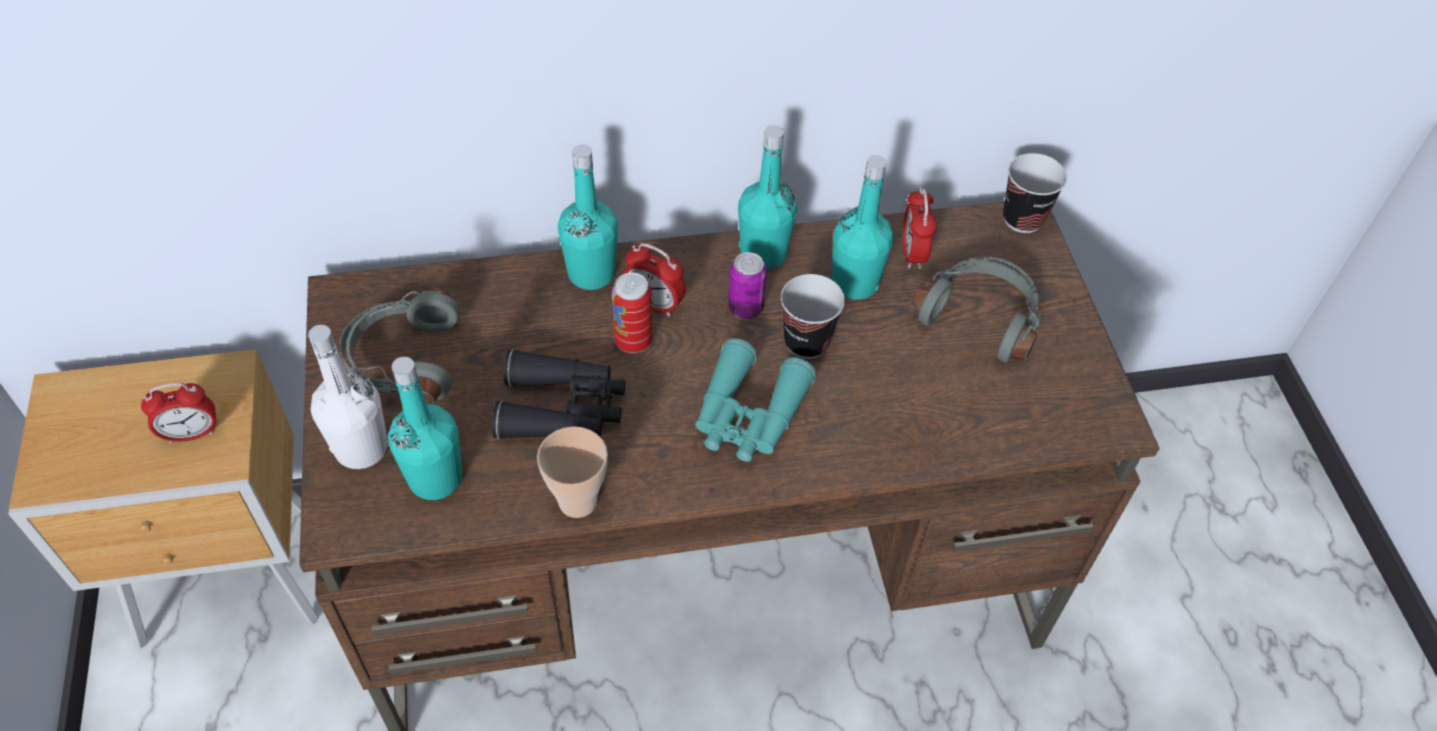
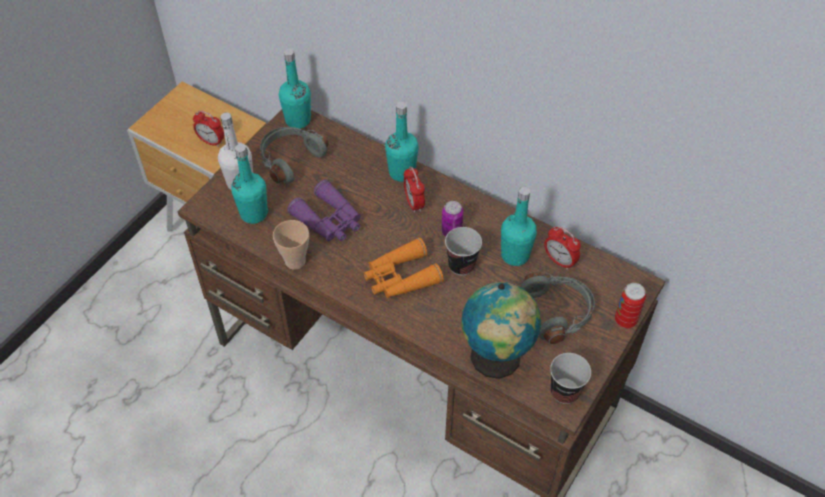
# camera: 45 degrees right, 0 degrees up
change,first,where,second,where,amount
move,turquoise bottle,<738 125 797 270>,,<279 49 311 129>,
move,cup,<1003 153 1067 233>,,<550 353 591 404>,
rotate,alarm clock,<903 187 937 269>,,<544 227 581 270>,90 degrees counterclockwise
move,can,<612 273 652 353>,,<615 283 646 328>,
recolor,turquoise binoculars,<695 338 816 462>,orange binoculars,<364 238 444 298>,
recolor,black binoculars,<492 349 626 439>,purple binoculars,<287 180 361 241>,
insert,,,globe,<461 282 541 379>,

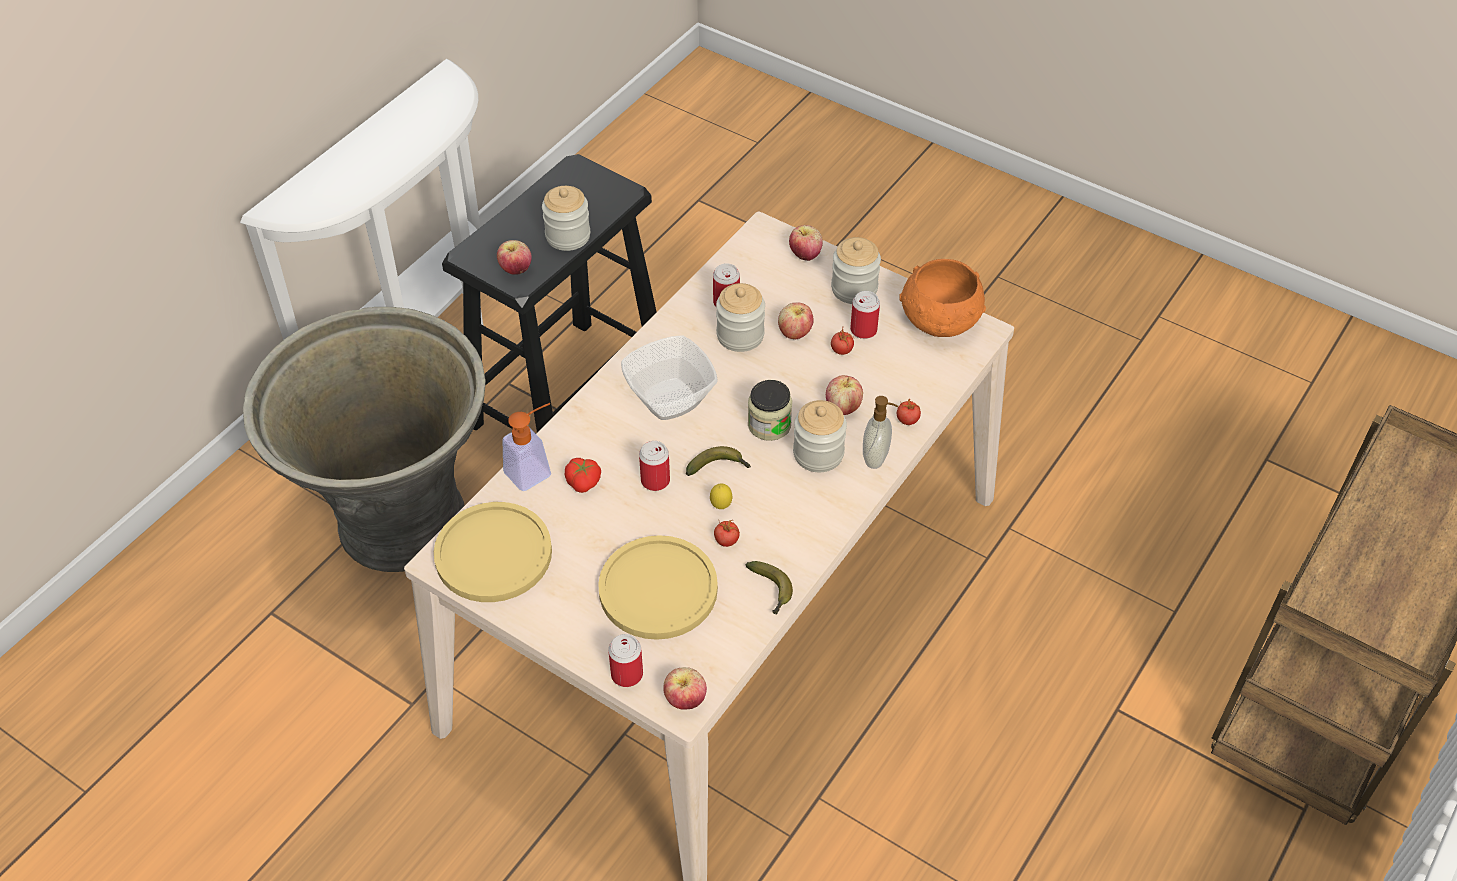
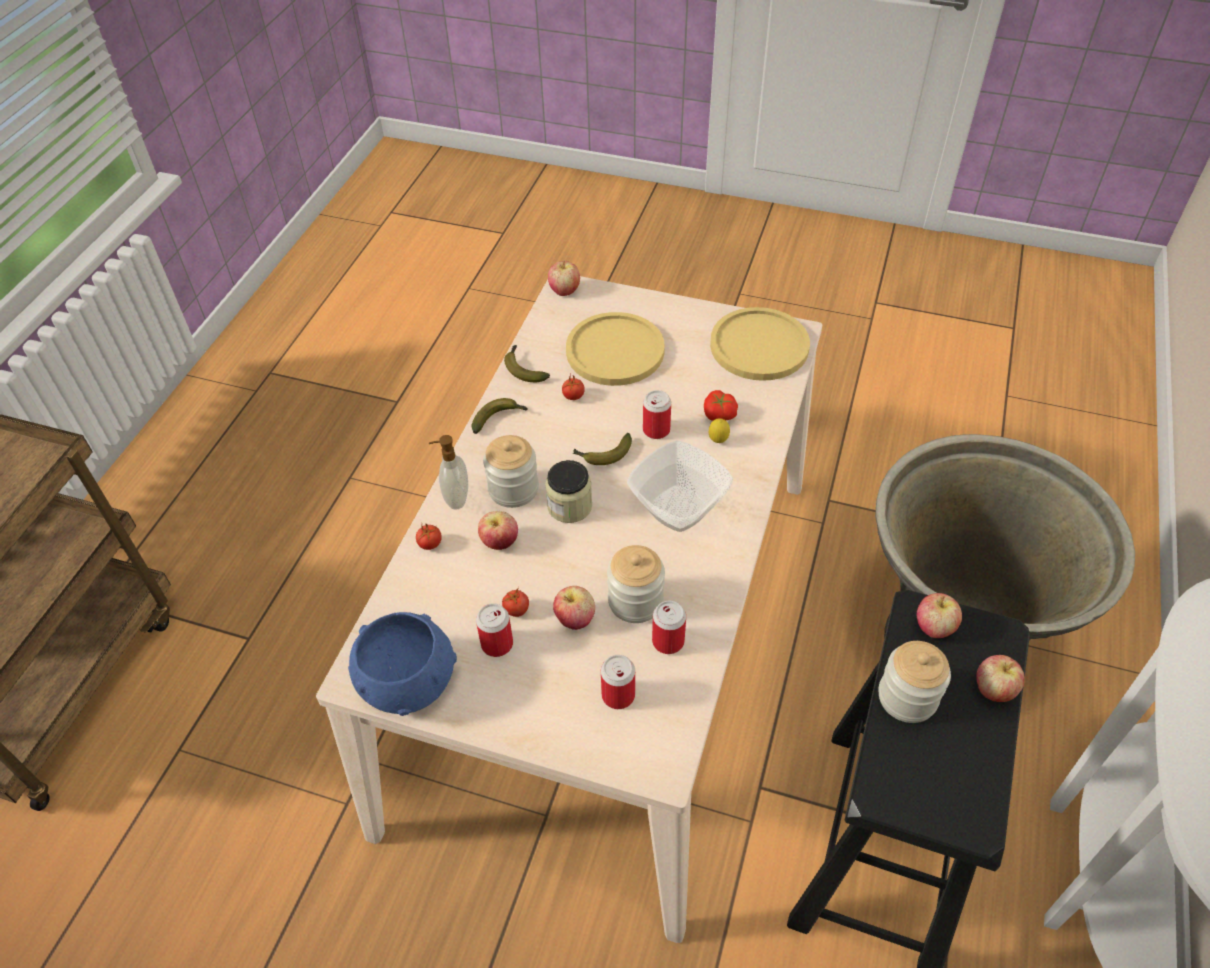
# camera: 165 degrees right, 0 degrees up
change,first,where,second,where,amount
move,apple,<789 225 823 261>,,<976 655 1025 702>,
delete,jar,<831 237 881 304>,,,
recolor,orange bowl,<899 259 986 337>,blue bowl,<348 612 457 716>,
delete,soap dispenser,<503 403 551 491>,,,
move,lemon,<710 484 732 509>,,<709 418 730 443>,
move,can,<608 634 643 687>,,<601 655 635 709>,
insert,,,banana,<472 398 528 434>,

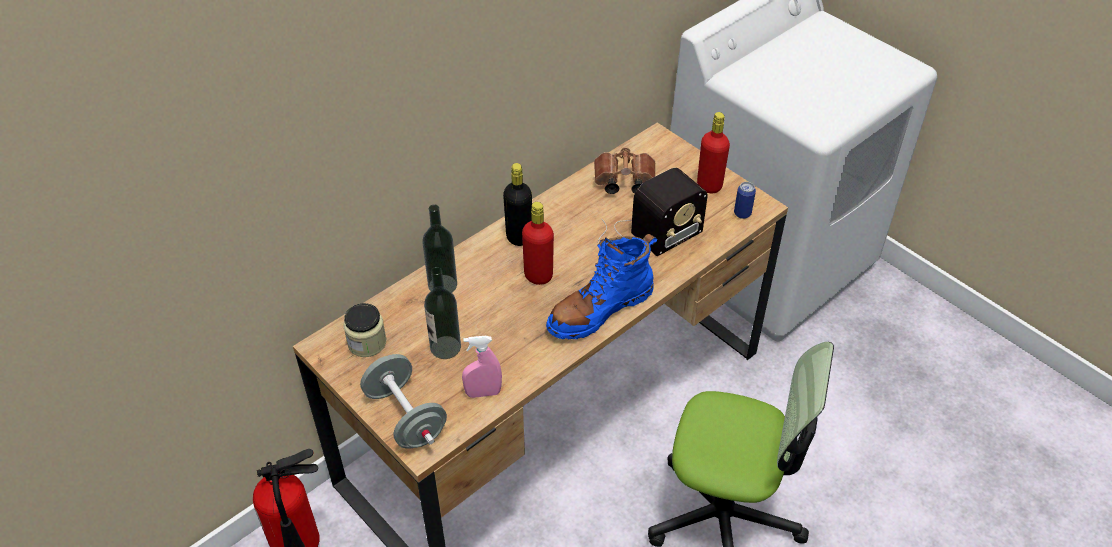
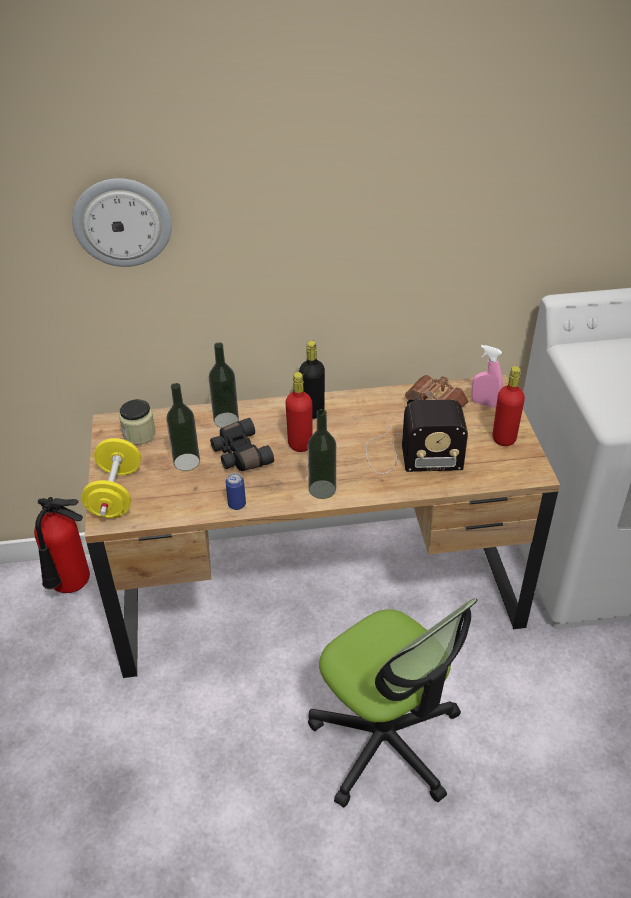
# camera: 35 degrees right, 5 degrees down
change,first,where,second,where,amount
move,can,<734 182 756 219>,,<226 473 246 510>,
replace,blue boot,<546 234 658 340>,bottle,<308 409 336 499>,
move,pink spray bottle,<462 336 502 398>,,<471 345 503 408>,
recolor,grey dumbbell,<360 354 447 449>,yellow dumbbell,<81 438 141 518>,
insert,,,wall clock,<72 178 172 267>,
insert,,,black binoculars,<210 418 274 471>,

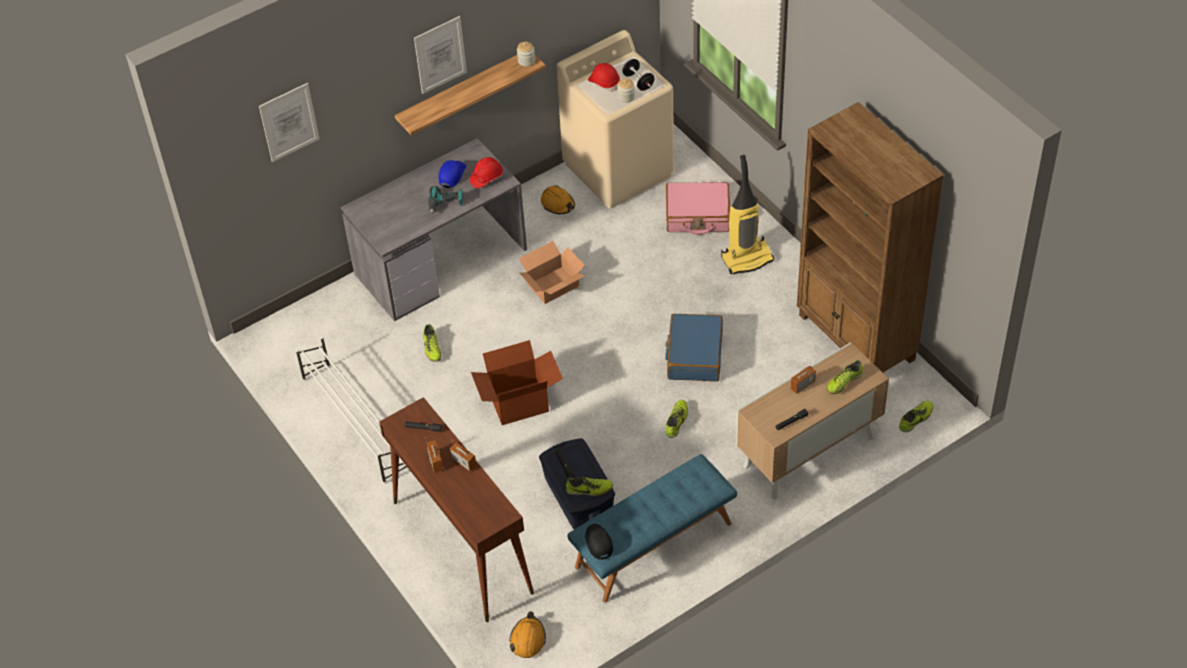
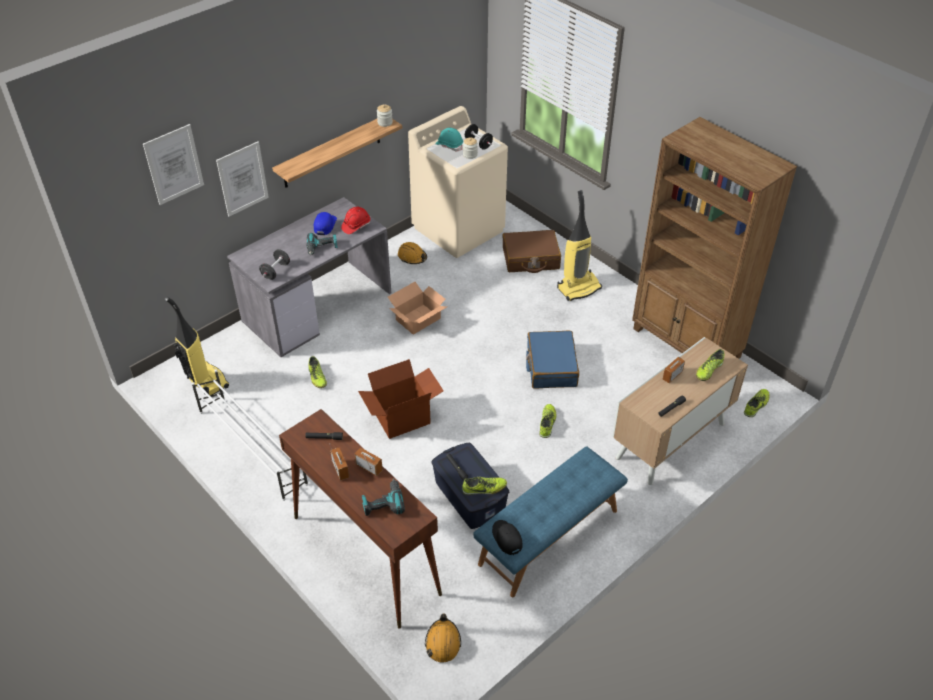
# camera: 10 degrees left, 5 degrees down
change,first,where,second,where,amount
move,picture,<414 16 467 94>,,<216 142 269 216>,
recolor,red hard hat,<588 63 620 91>,turquoise hard hat,<435 128 463 151>,
recolor,pink suitcase,<666 182 730 235>,brown suitcase,<502 230 561 273>,
insert,,,black dumbbell,<259 249 290 280>,
insert,,,vacuum cleaner,<165 296 229 397>,
insert,,,power drill,<362 478 405 516>,

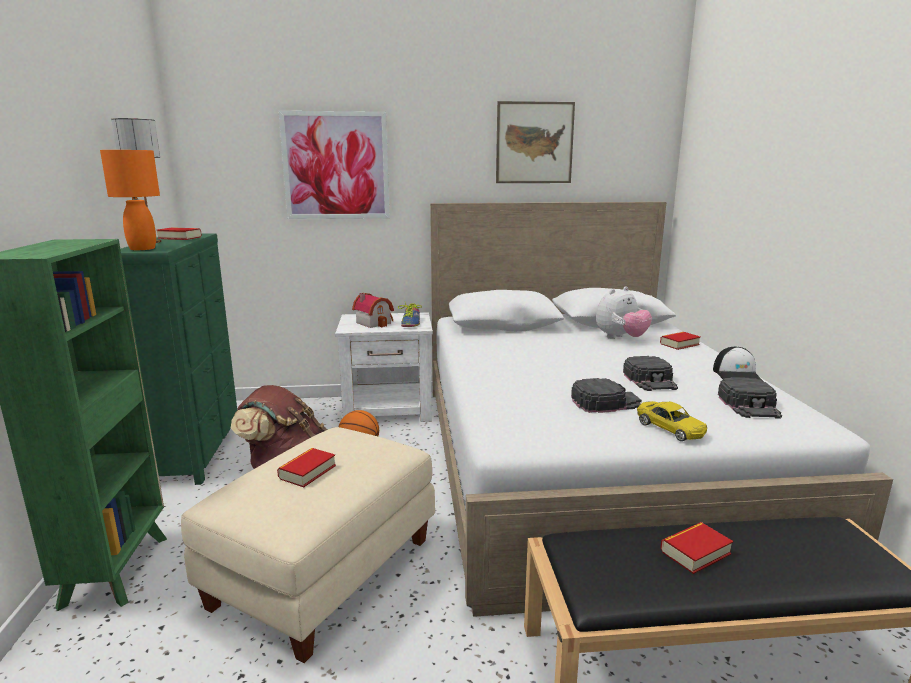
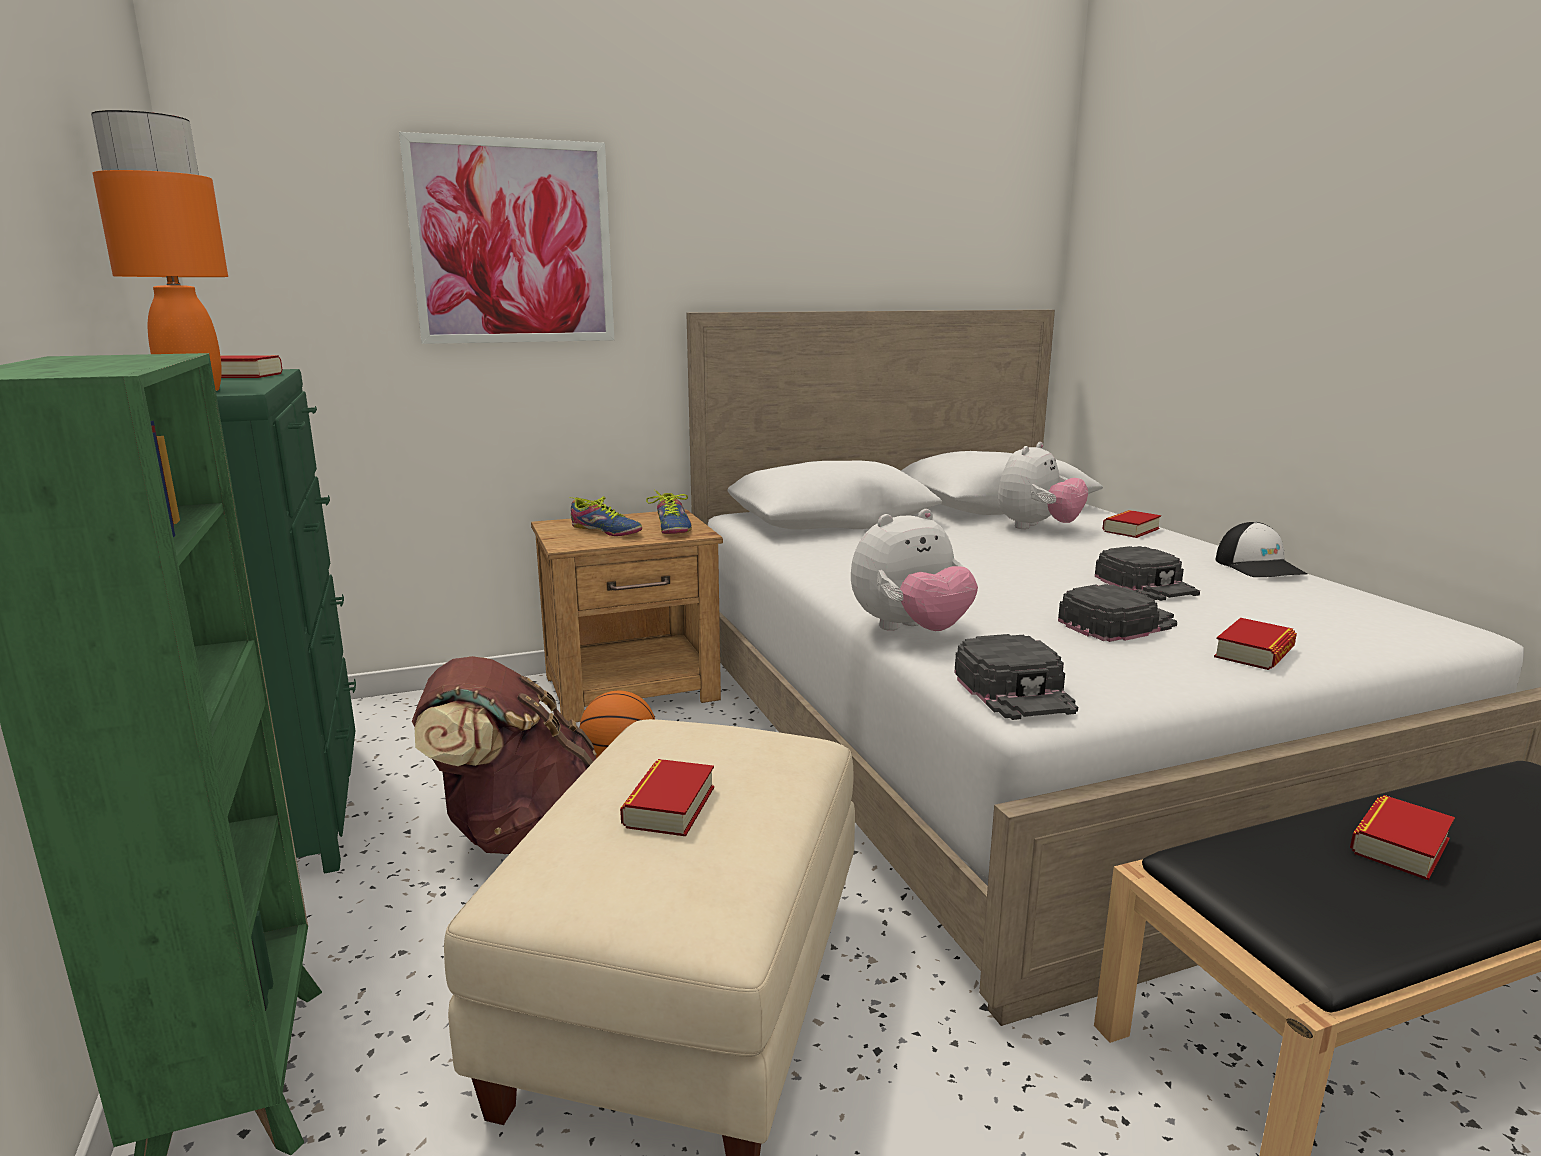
# camera: 15 degrees left, 0 degrees up
change,first,where,second,where,amount
delete,picture,<496 101 575 183>,,,
replace,toy house,<352 293 394 328>,shoe,<569 496 642 536>,
recolor,white nightstand,<335 312 433 422>,brown nightstand,<531 509 723 722>,
move,black cap,<718 377 782 419>,,<954 634 1078 720>,
replace,yellow toy car,<637 401 707 441>,book,<1214 618 1297 670>,
insert,,,plush toy,<851 509 978 631>,

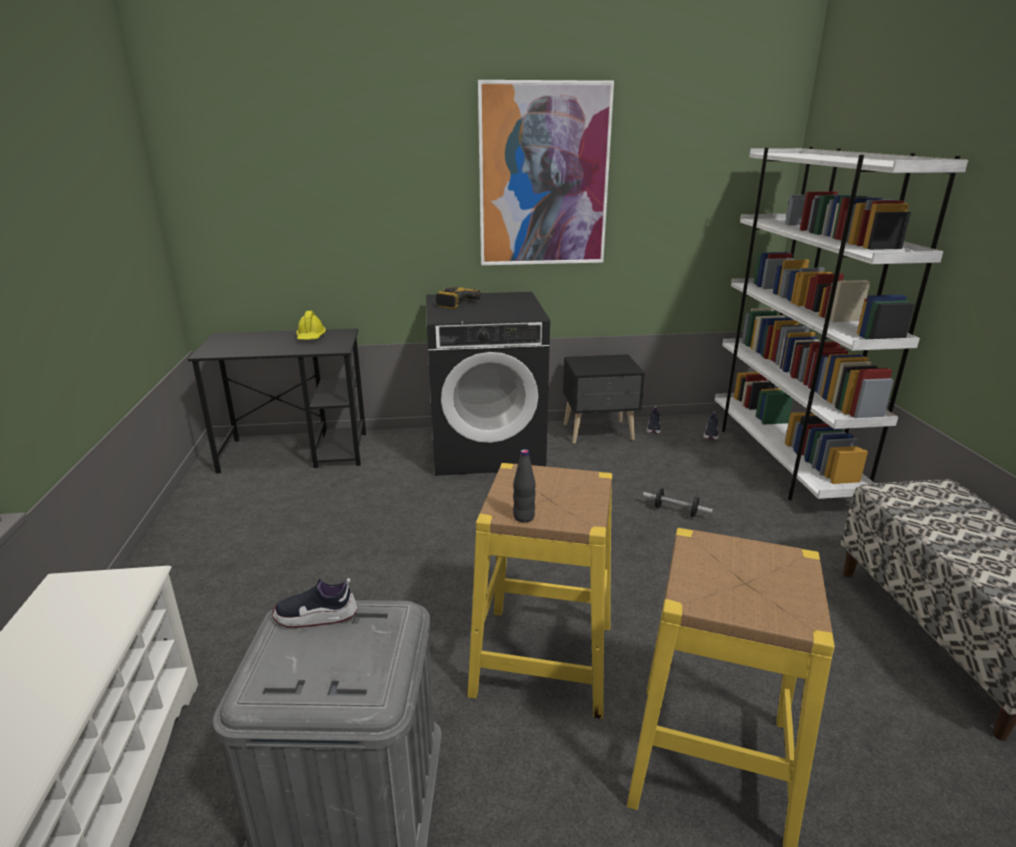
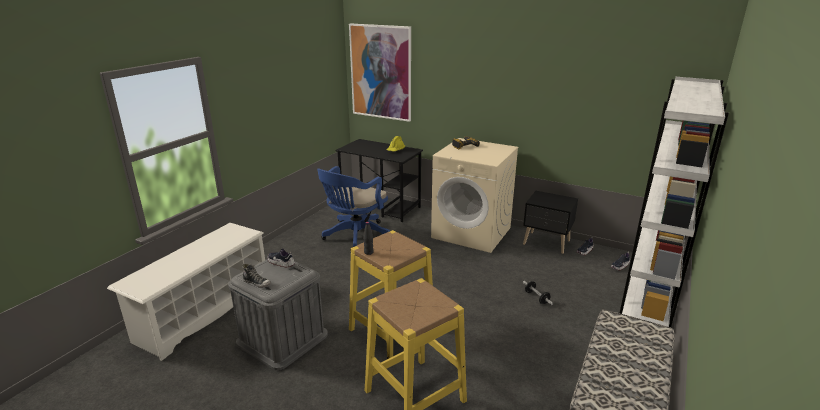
# camera: 35 degrees right, 0 degrees up
change,first,where,second,where,amount
move,picture,<478 80 614 265>,,<349 23 411 122>,
recolor,black washing machine,<426 292 550 476>,beige washing machine,<431 138 519 253>,
insert,,,blue office chair,<317 166 390 251>,
insert,,,shoe,<242 264 271 288>,

